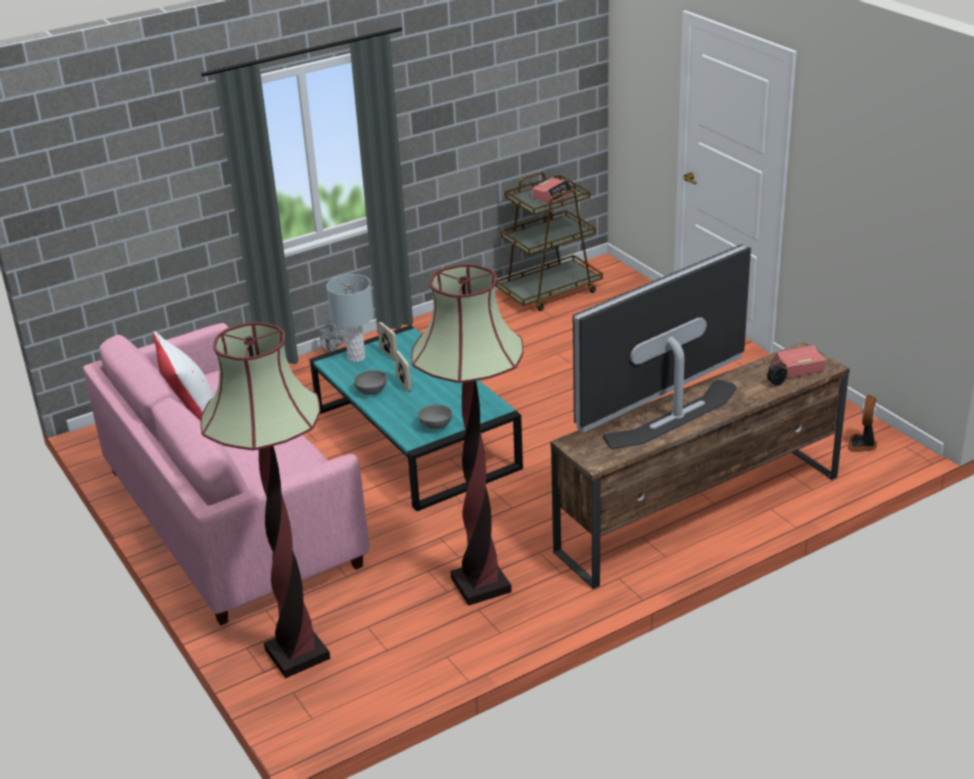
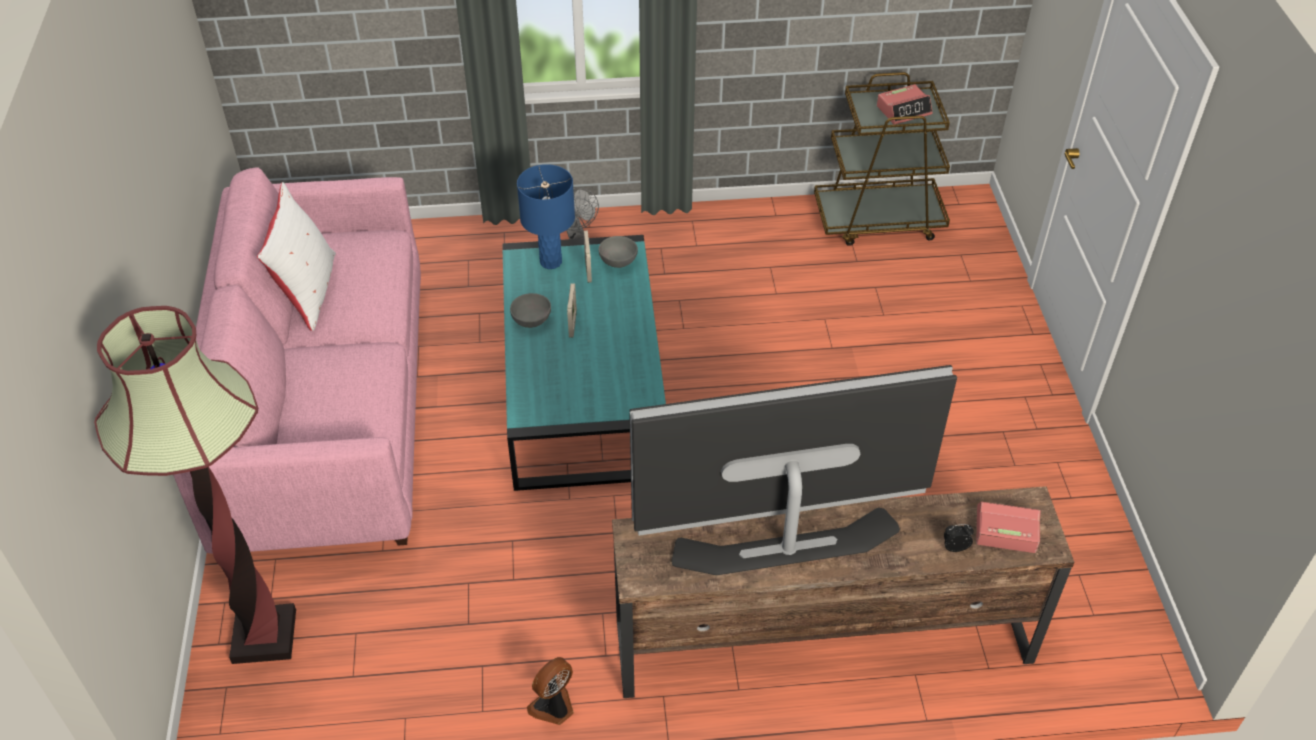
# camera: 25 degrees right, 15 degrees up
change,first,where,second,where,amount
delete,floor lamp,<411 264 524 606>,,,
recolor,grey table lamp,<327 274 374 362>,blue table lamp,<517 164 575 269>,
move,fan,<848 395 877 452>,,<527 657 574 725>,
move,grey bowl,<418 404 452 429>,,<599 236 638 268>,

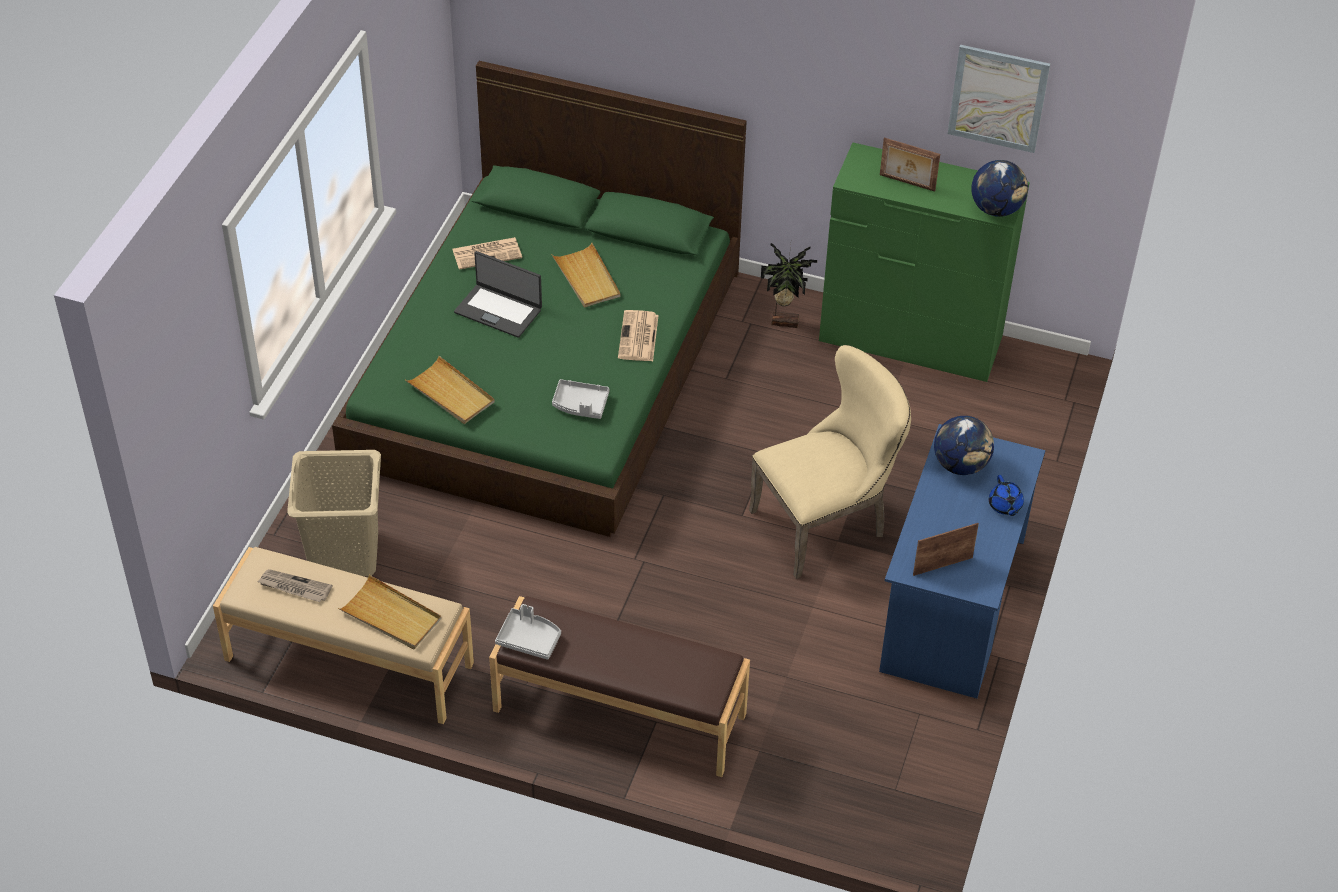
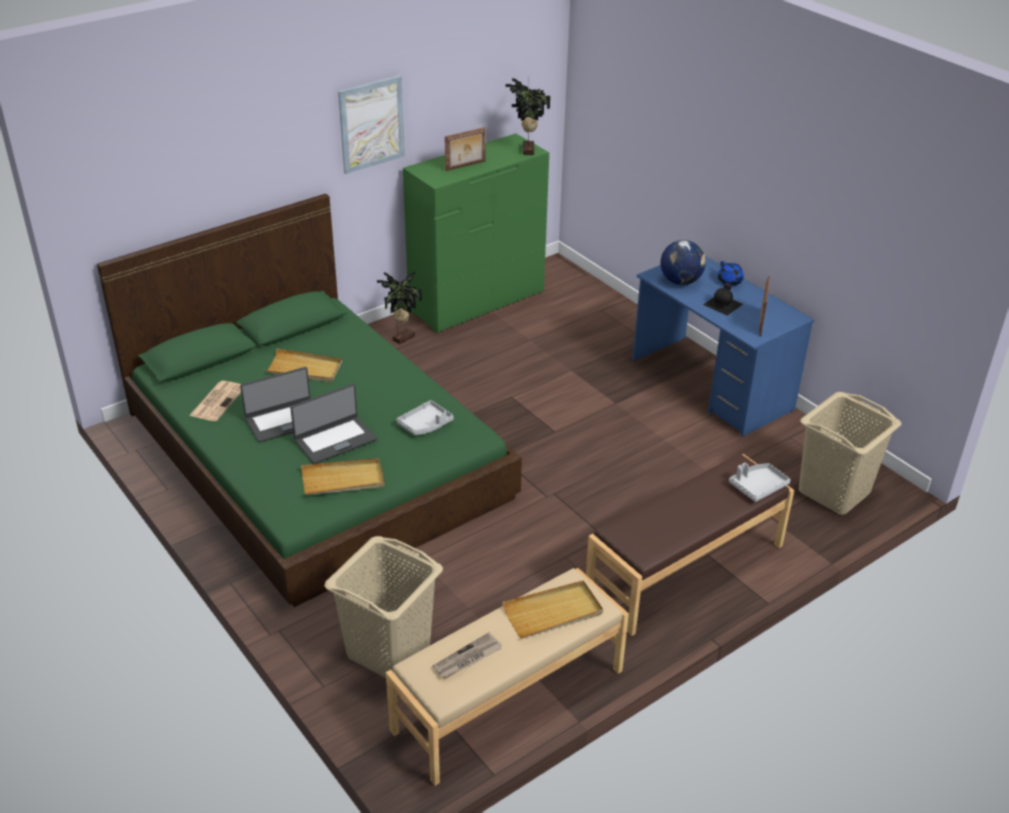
# camera: 55 degrees left, 10 degrees down
change,first,where,second,where,amount
move,picture,<948 45 1050 153>,,<338 75 405 174>,
replace,globe,<971 160 1028 217>,potted plant,<505 78 550 155>,
delete,newspaper,<618 310 659 361>,,,
delete,beige chair,<749 345 911 579>,,,
rotate,blue teapot,<989 475 1024 516>,,<718 261 744 286>,45 degrees clockwise
move,grey tray,<495 604 561 660>,,<729 463 790 502>,
insert,,,black bottle,<703 283 743 315>,
insert,,,laptop,<290 384 377 464>,
insert,,,beige laundry basket,<799 392 901 515>,

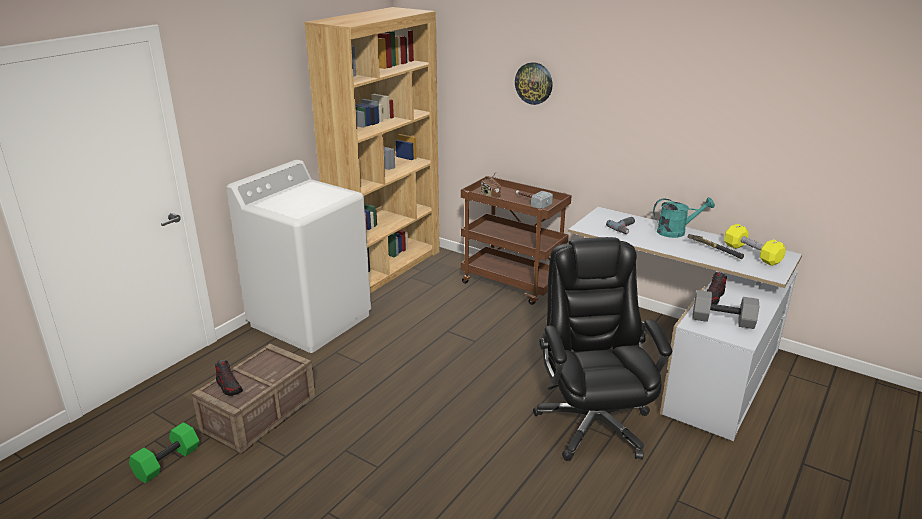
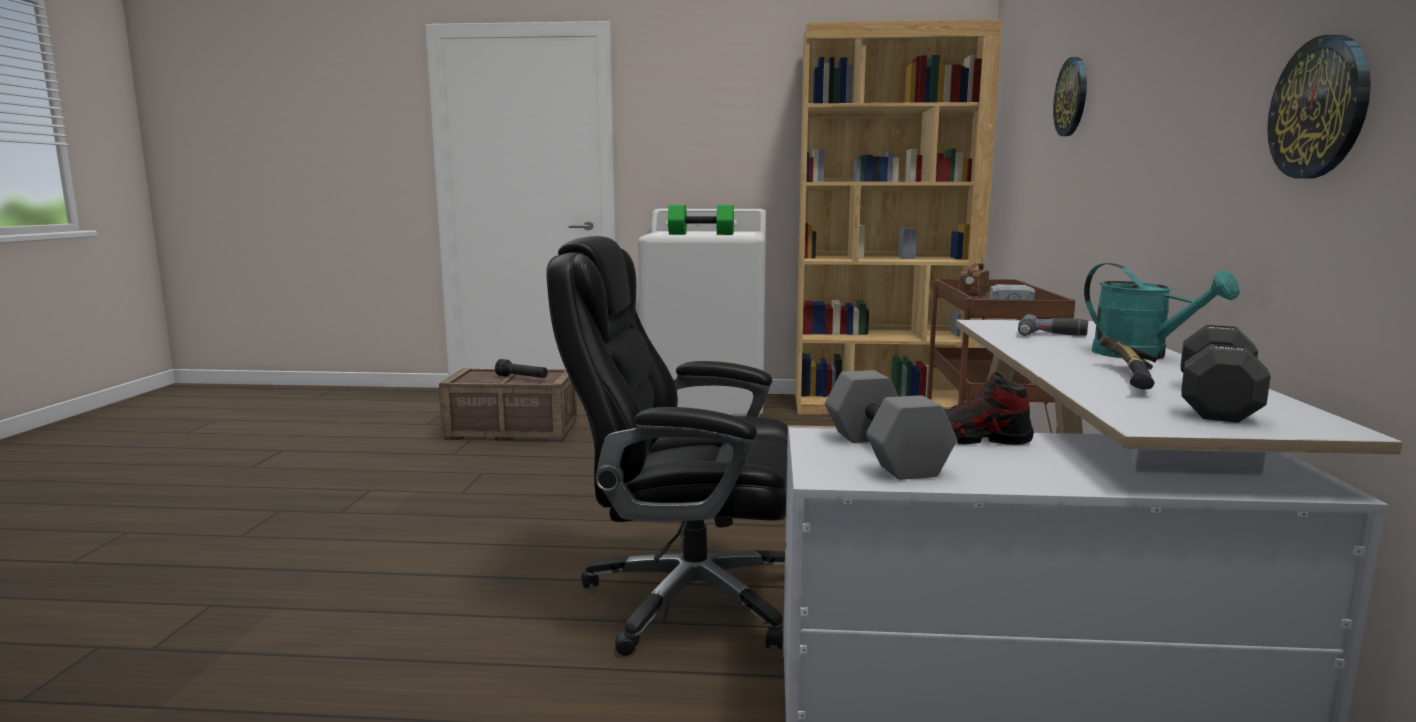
# camera: 60 degrees right, 15 degrees down
change,first,where,second,where,amount
recolor,yellow dumbbell,<724 224 786 266>,black dumbbell,<1181 325 1271 423>,
rotate,black office chair,<533 237 672 461>,,<546 236 788 656>,135 degrees counterclockwise
delete,shoe,<215 360 243 396>,,,
move,green dumbbell,<129 422 199 483>,,<668 205 734 235>,
insert,,,wall clock,<1267 35 1371 179>,
insert,,,black flashlight,<495 359 548 378>,

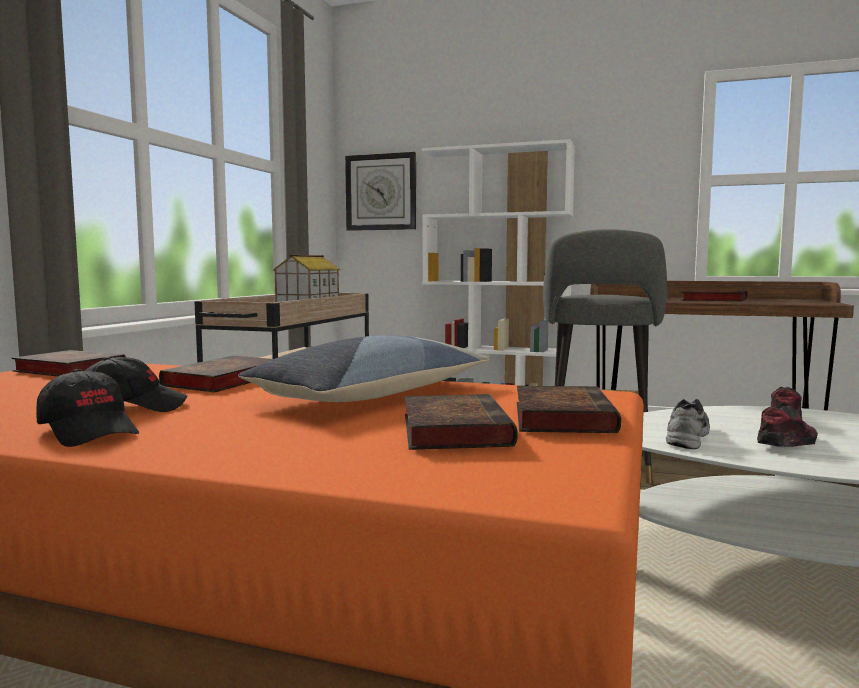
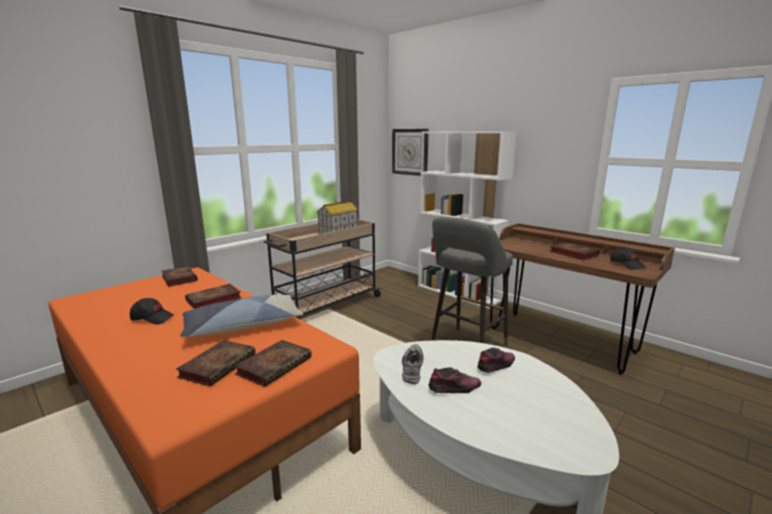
# camera: 25 degrees right, 10 degrees up
change,first,where,second,where,amount
move,black cap,<36 369 139 447>,,<610 247 646 270>,
rotate,grey shoe,<666 399 710 449>,,<402 344 424 384>,45 degrees counterclockwise

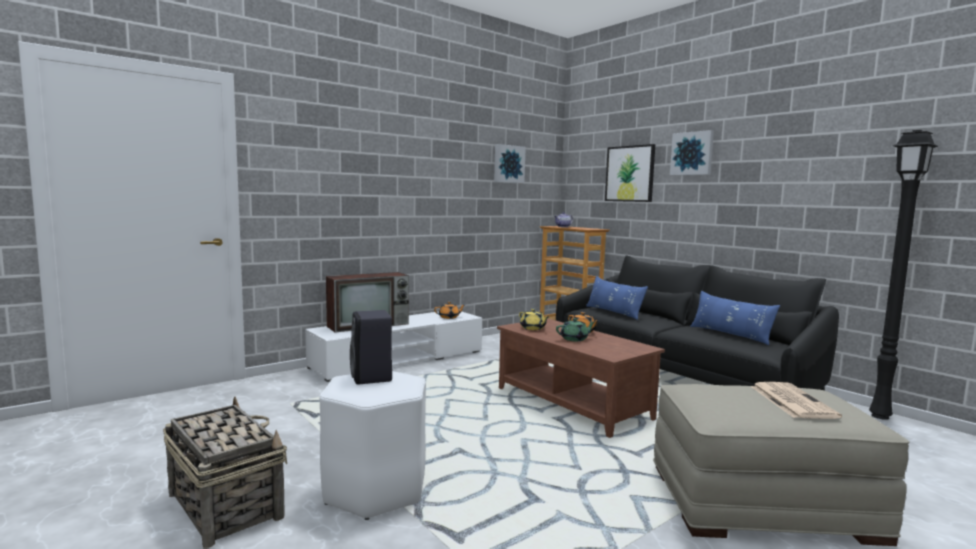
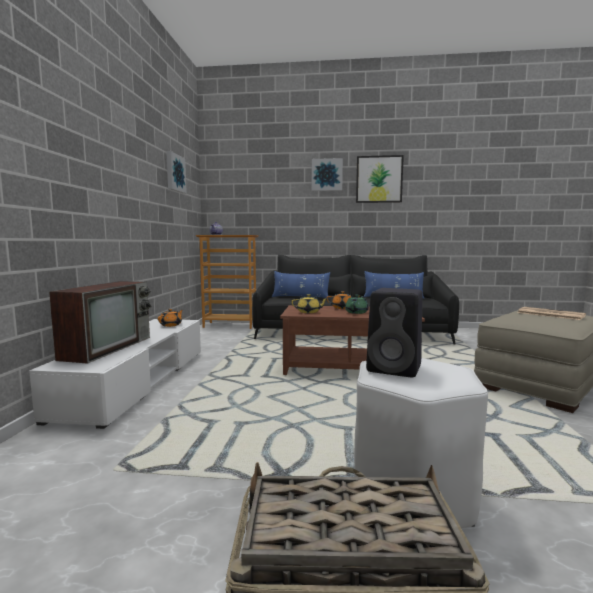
# camera: 45 degrees left, 0 degrees up
change,first,where,second,where,amount
delete,black floor lamp,<869 130 938 420>,,,
move,picture,<605 144 655 202>,,<356 155 404 203>,

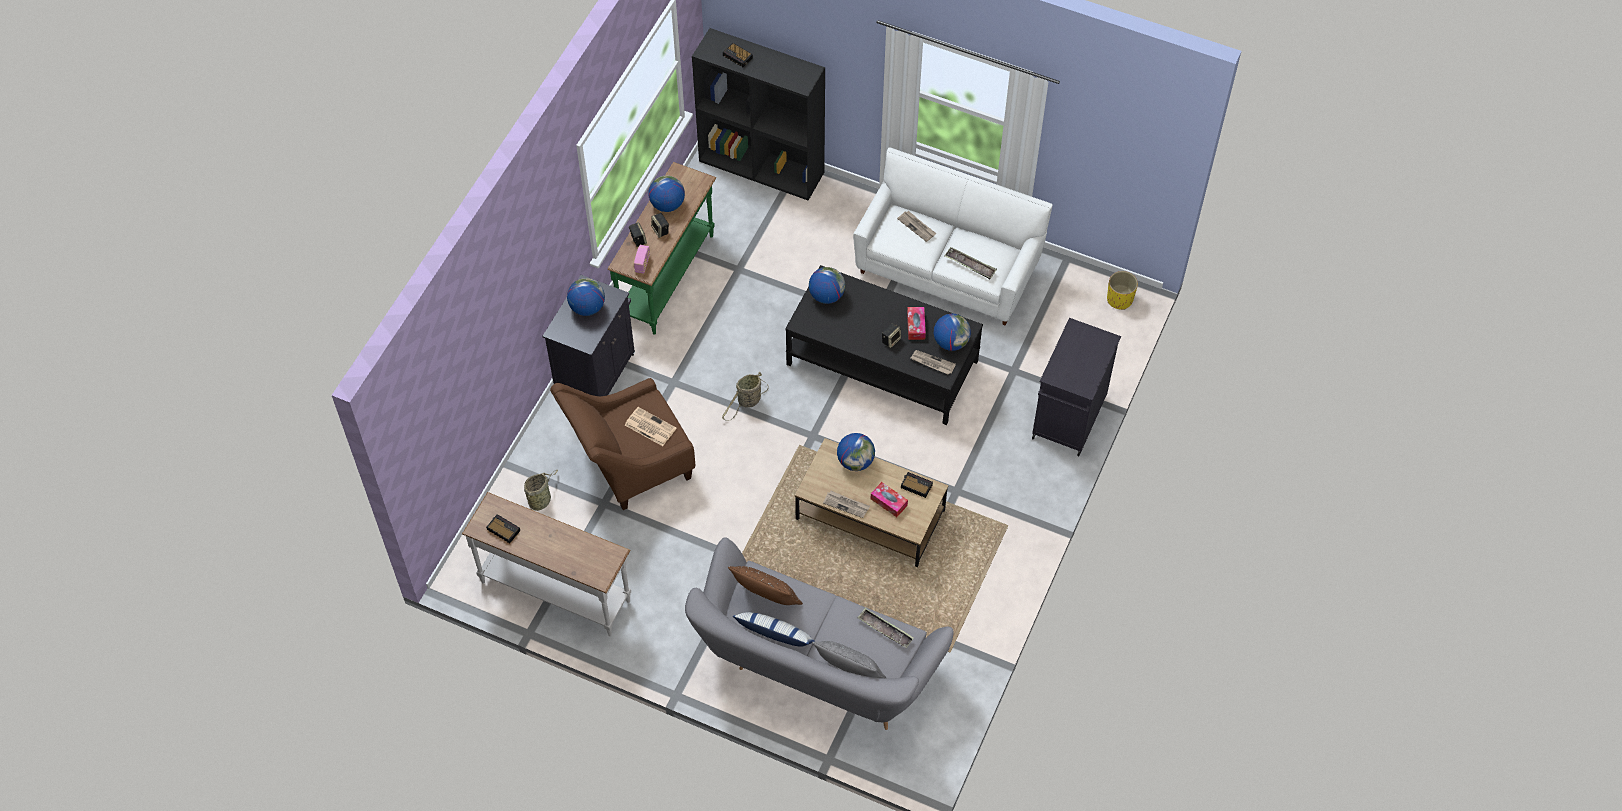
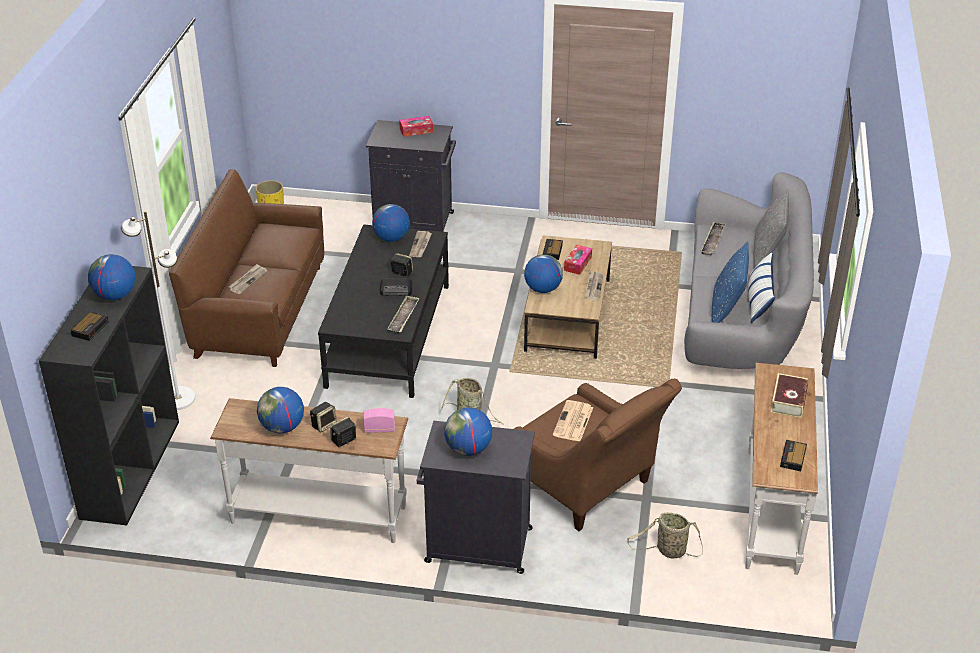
# camera: 105 degrees left, 20 degrees down
change,first,where,second,where,amount
recolor,white sofa,<853 147 1053 326>,brown sofa,<169 169 324 367>,
recolor,green console table,<608 162 717 335>,white console table,<210 398 408 543>,
move,tray,<945 247 997 279>,,<387 295 419 334>,
move,globe,<809 267 845 304>,,<88 254 135 300>,
move,tissue box,<907 307 926 340>,,<399 116 433 137>,
recolor,brown pillow,<728 566 803 605>,blue pillow,<712 242 749 323>,
insert,,,white floor lamp,<121 211 195 410>,
insert,,,radio,<380 278 413 296>,
insert,,,book,<771 373 808 418>,

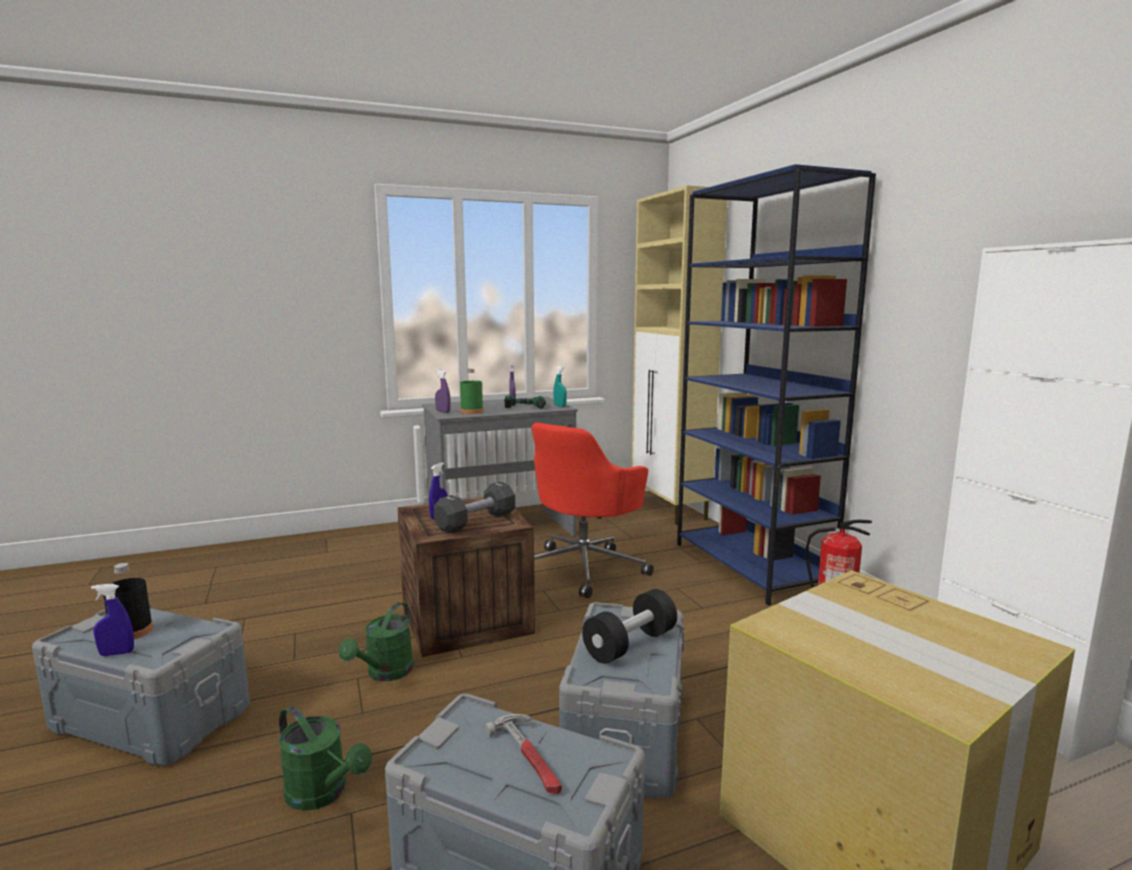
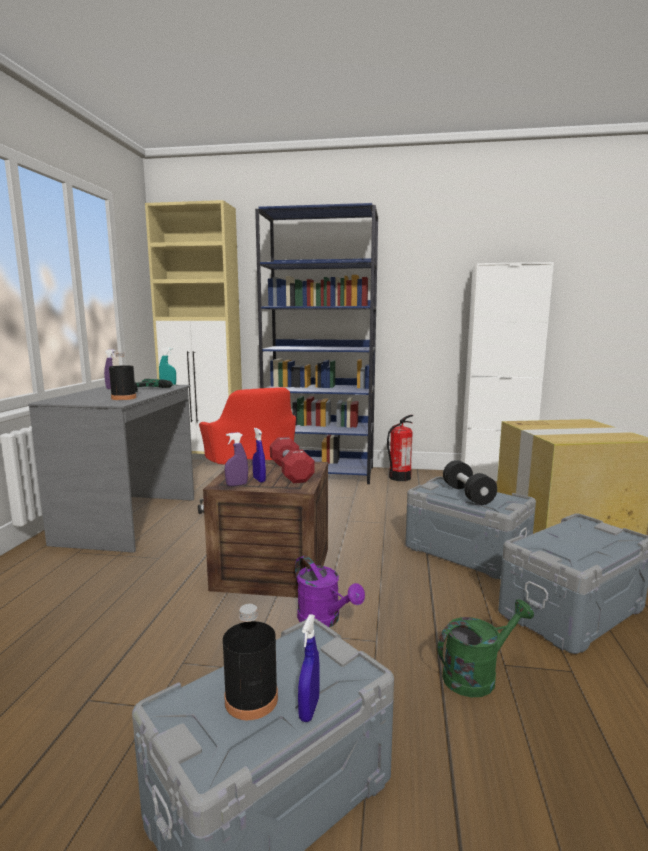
# camera: 60 degrees left, 0 degrees up
change,first,where,second,where,amount
move,purple spray bottle,<435 369 451 413>,,<225 432 248 486>,
recolor,green bottle,<460 369 483 414>,black bottle,<109 352 136 400>,
recolor,black dumbbell,<434 482 515 533>,red dumbbell,<270 437 314 483>,
recolor,green watering can,<339 602 414 681>,purple watering can,<295 556 365 627>,
delete,hammer,<485 714 562 794>,,,

